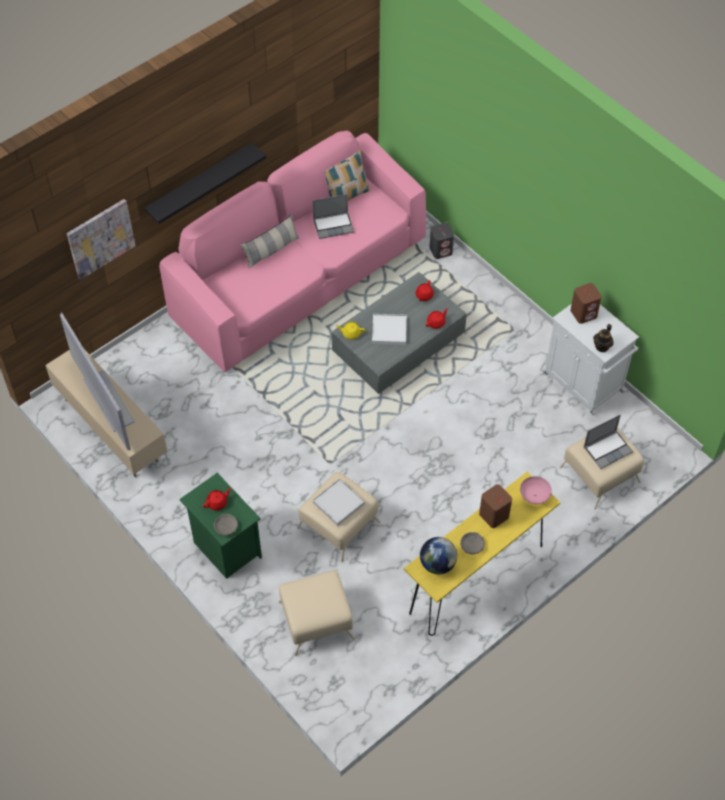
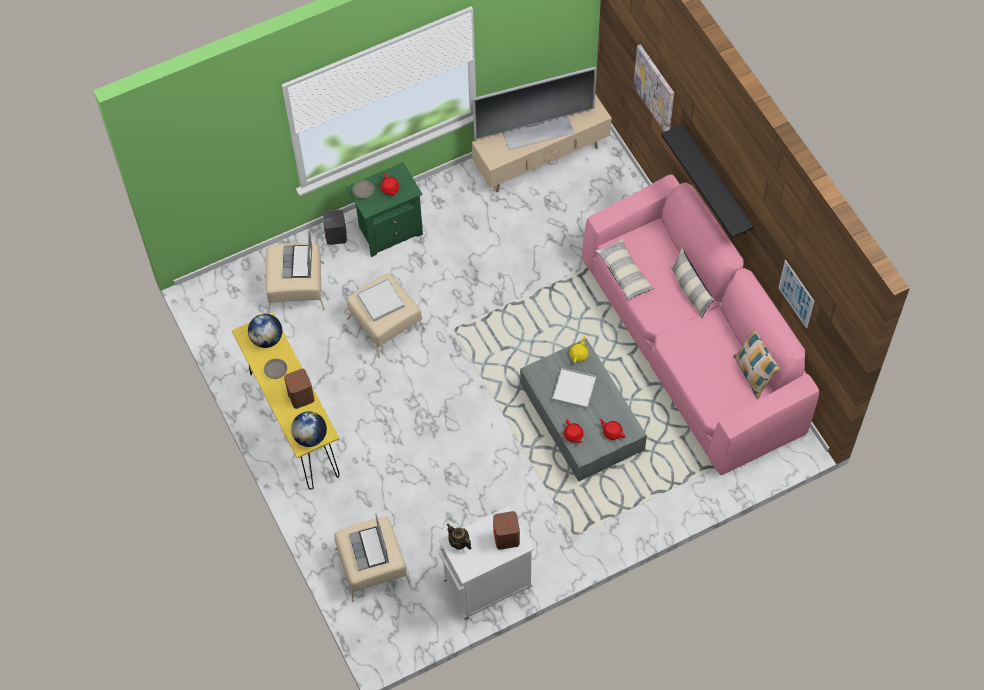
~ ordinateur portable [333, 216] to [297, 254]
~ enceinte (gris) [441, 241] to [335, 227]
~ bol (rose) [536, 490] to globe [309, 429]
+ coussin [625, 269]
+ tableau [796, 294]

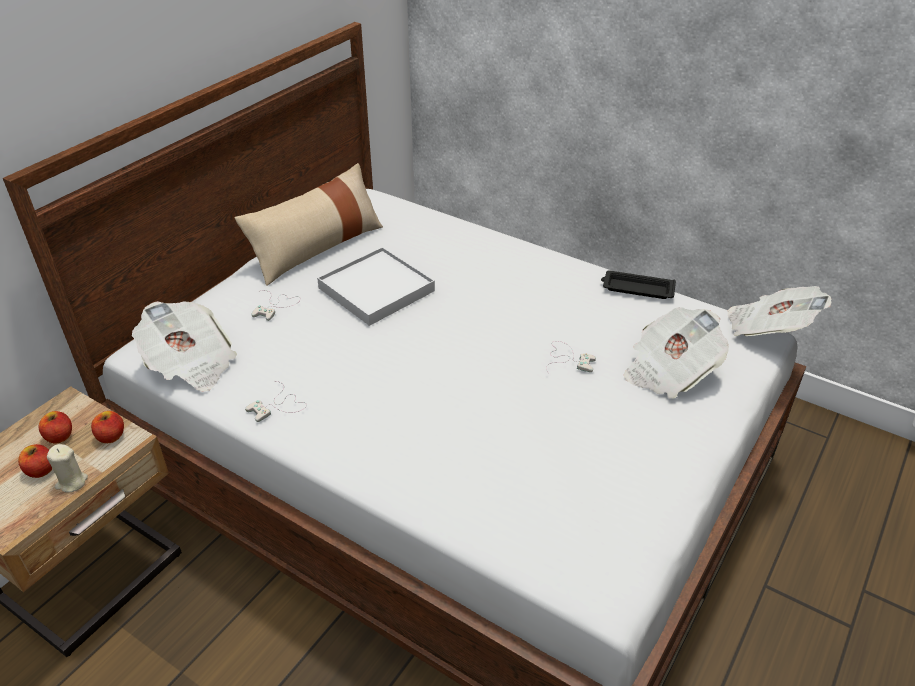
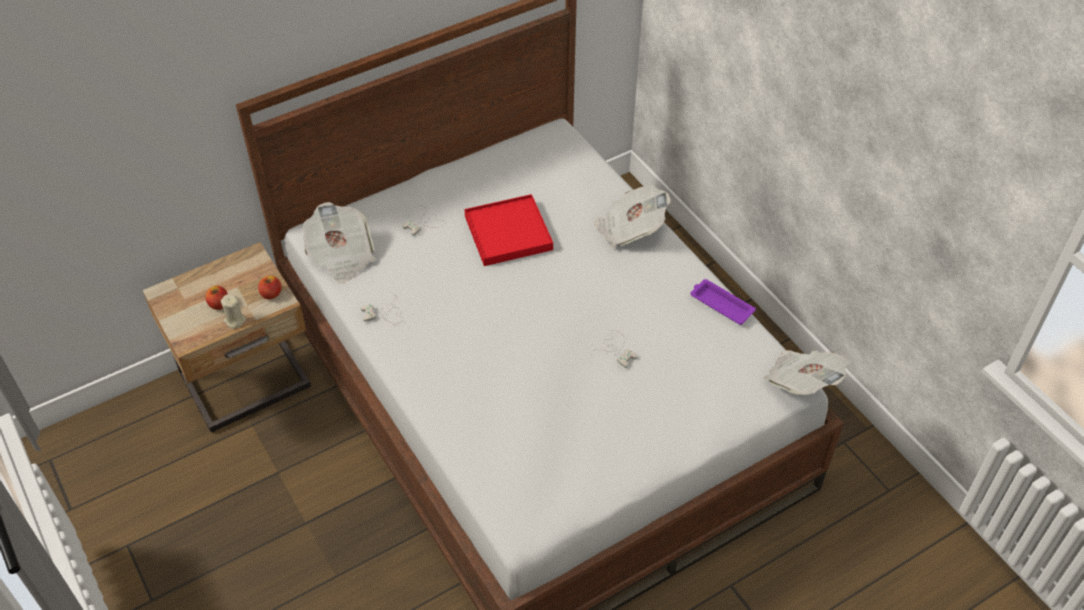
- coussin (beige) [309, 224]
~ plateau (blanc) [376, 286] to plateau (rouge) [508, 230]
~ plateau (noir) [638, 285] to plateau (violet) [723, 302]
~ journal [676, 353] to [632, 216]
- pomme [55, 427]

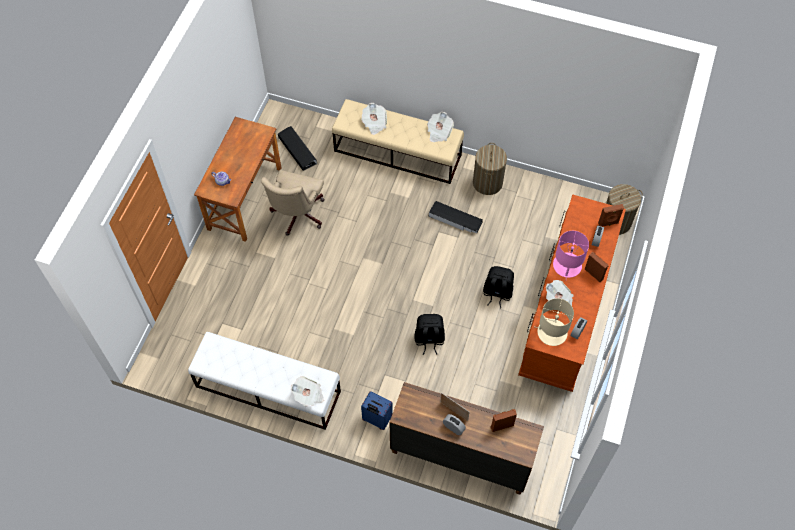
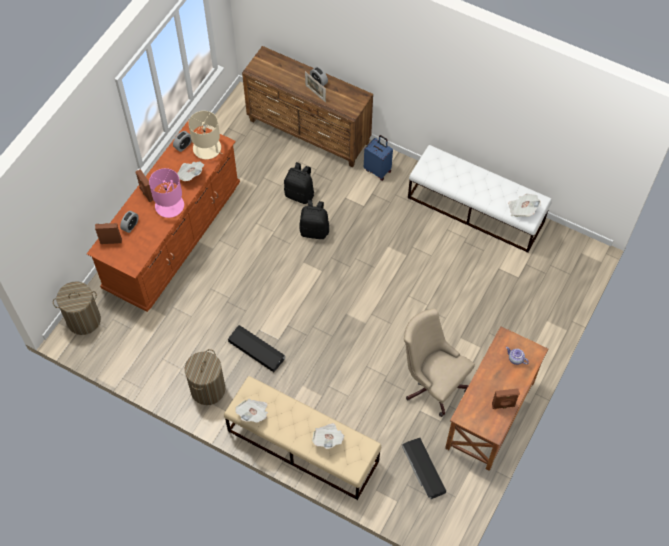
~ chaise de bureau (beige) [292, 202] = [439, 362] 75 degrees counterclockwise
~ sac à dos (noir) [498, 287] to [299, 183]
~ journal [307, 391] to [524, 205]
~ enceinte (marron) [503, 420] to [506, 398]

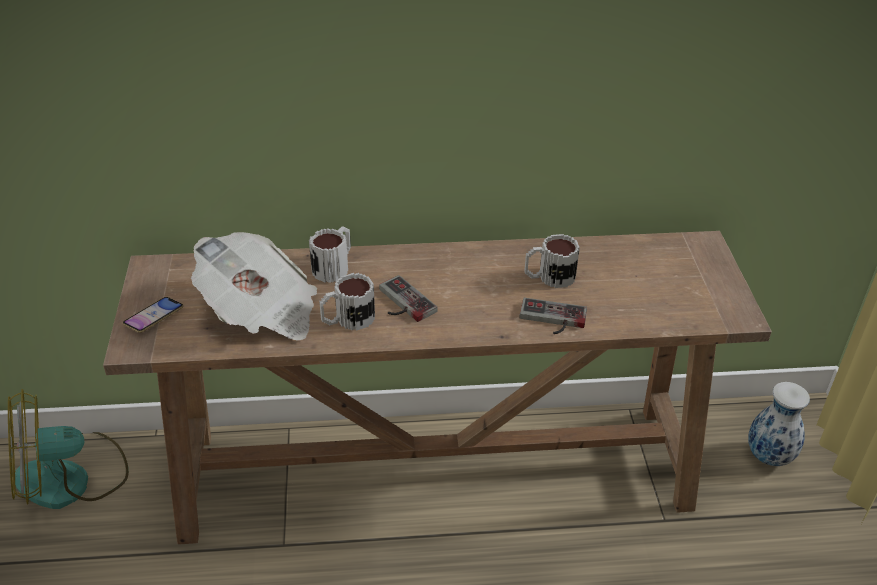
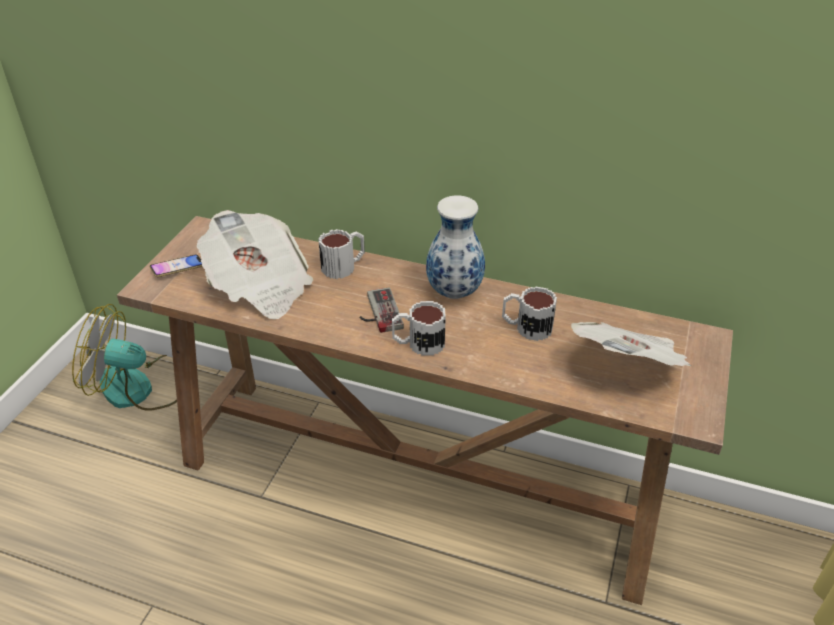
~ mug [347, 301] to [419, 328]
- manette [553, 316]
~ vase [779, 424] to [455, 247]
+ journal [631, 344]

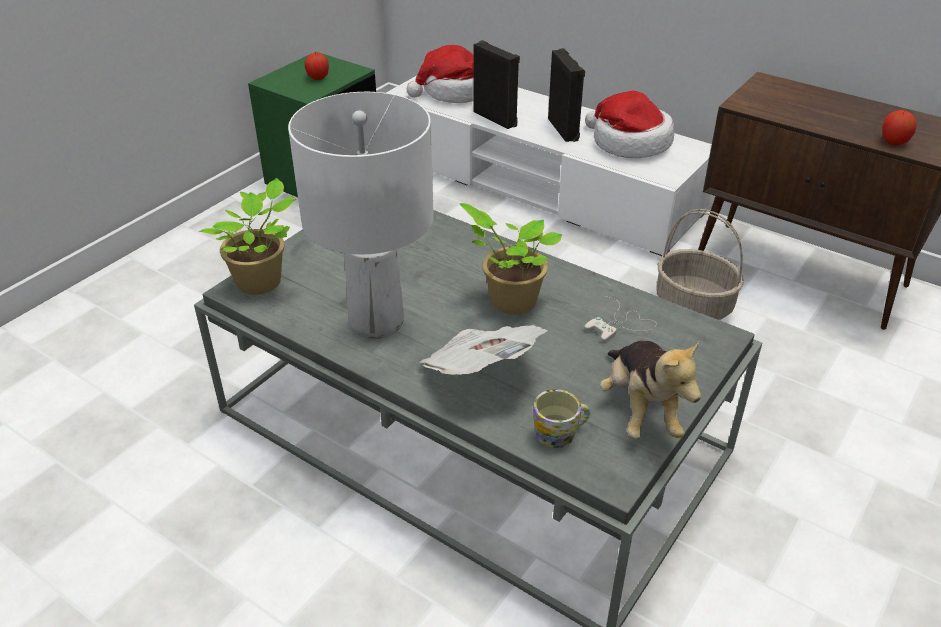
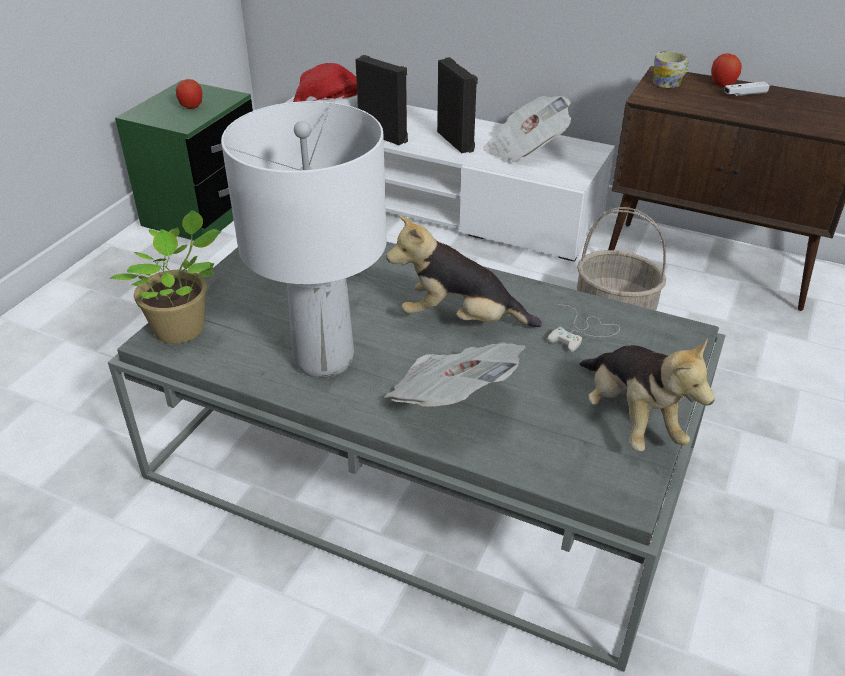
~ chapeau [629, 124] to journal [527, 129]
~ pomme [899, 127] to [726, 70]
~ plante en pot [511, 258] to peluche [464, 271]
~ mug [562, 418] to [671, 69]
+ manette (blanc) [747, 88]

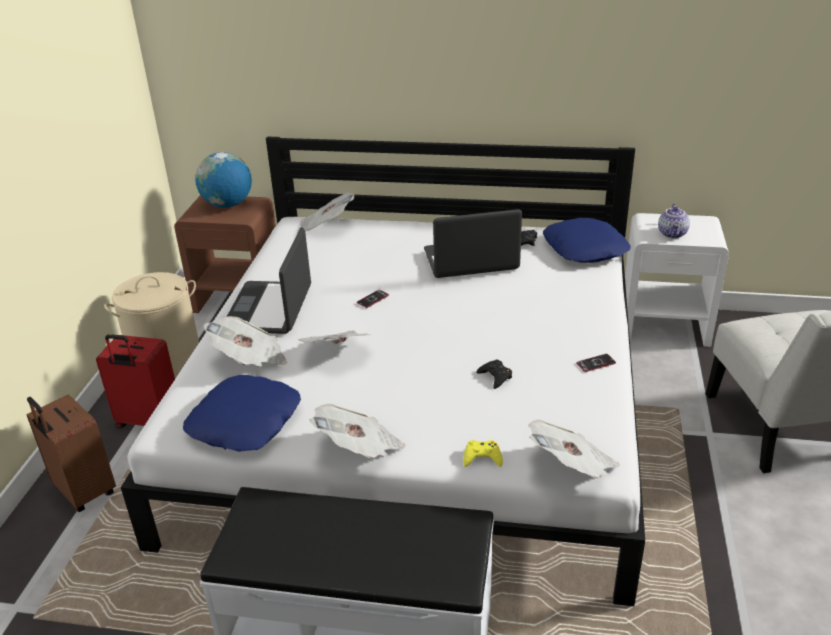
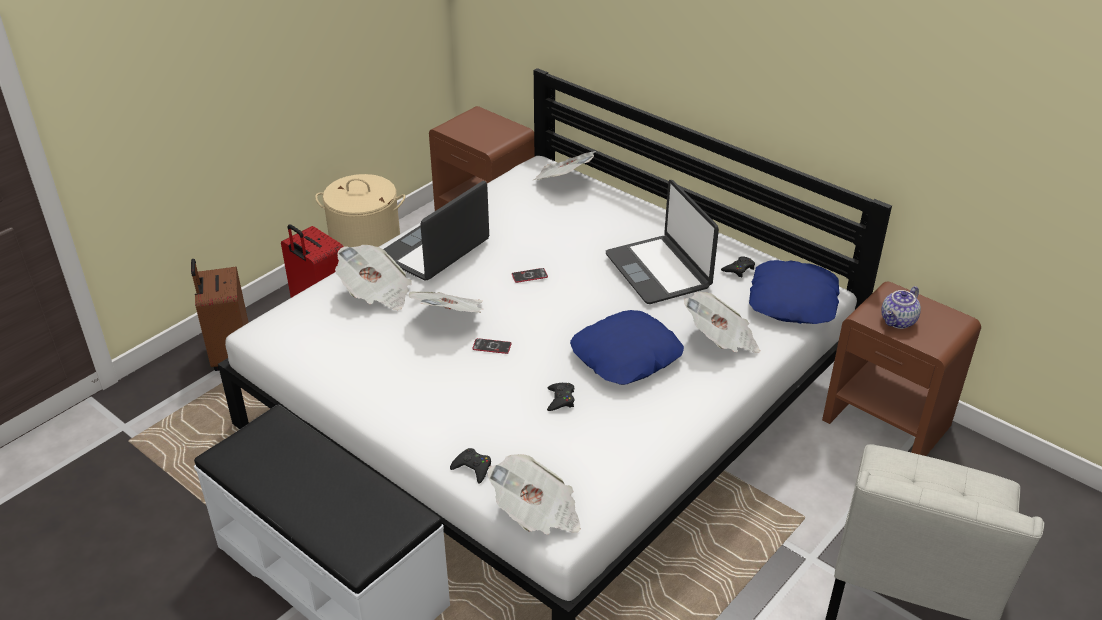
- globe [223, 180]
~ ordinateur portable [473, 243] = [662, 242] 135 degrees counterclockwise
~ table de chevet (blanc) [677, 280] to table de chevet (marron) [901, 369]
~ téléphone [596, 363] to [492, 346]
~ coussin (bleu) [242, 413] to [627, 347]
~ journal [357, 431] to [722, 322]
~ manette (jaune) [483, 453] to manette (noir) [470, 466]

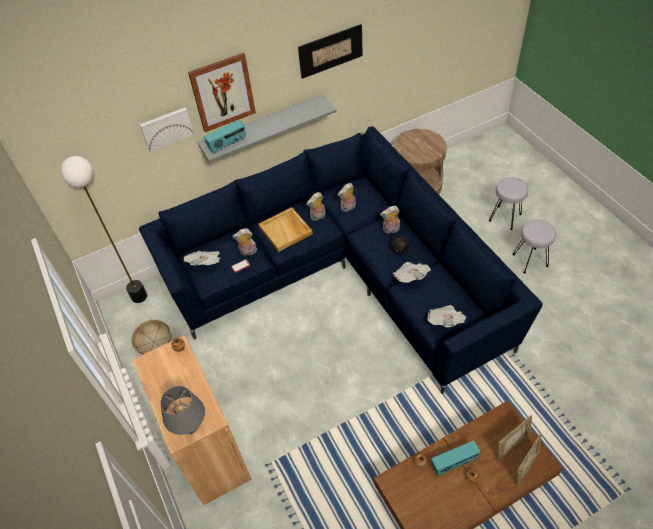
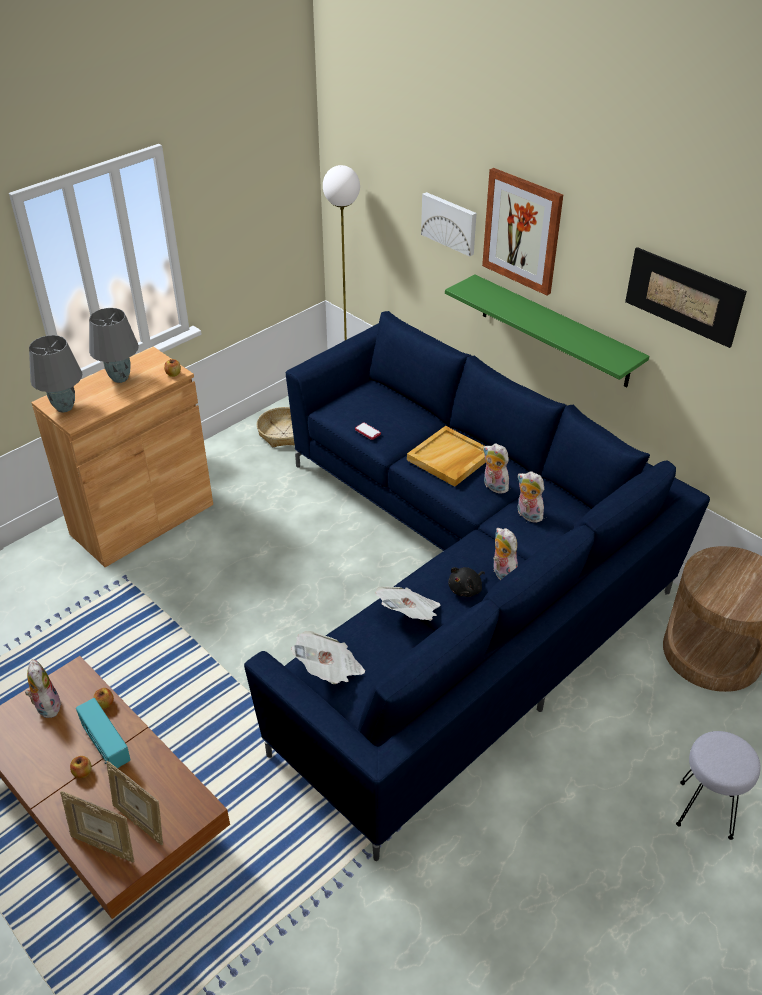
~ étagère (gris) [267, 128] to étagère (vert) [547, 330]
- radio [225, 136]
- tabouret (gris) [534, 246]
~ peluche [244, 241] to [43, 688]
- journal [202, 258]
+ lampe de table (gris) [114, 345]

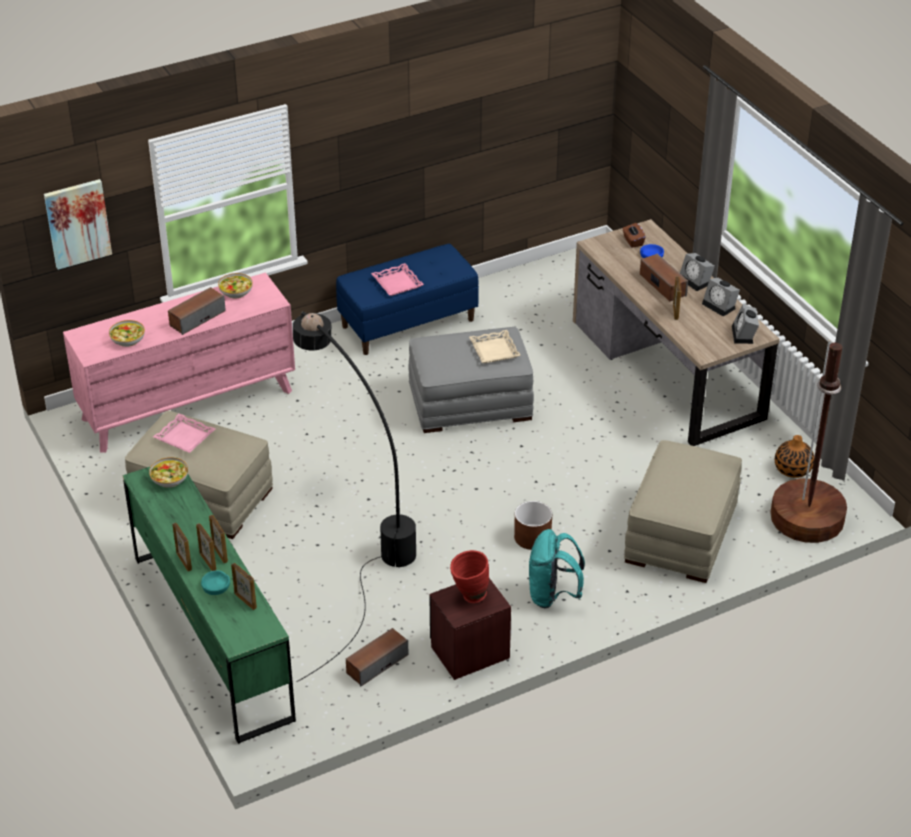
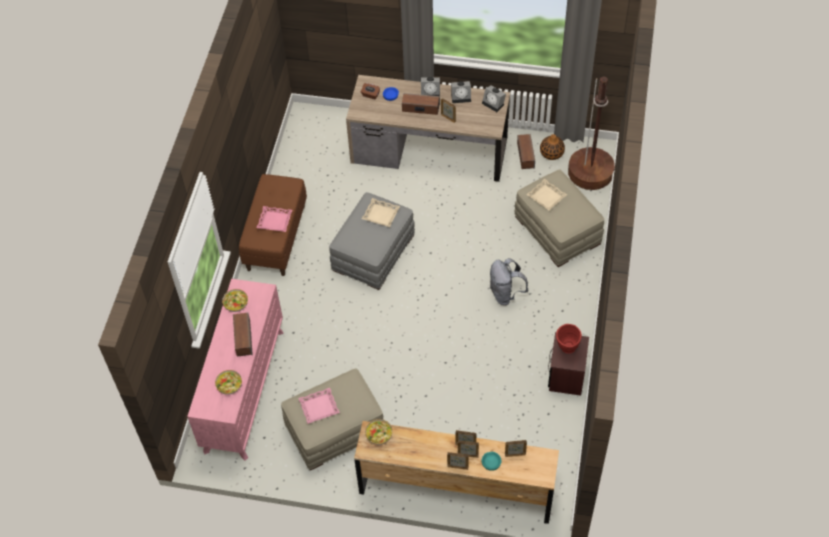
- tableau [78, 224]
~ banc (bleu) [407, 299] to banc (marron) [273, 225]
- lampadaire (noir) [354, 496]
~ commode (vert) [209, 605] to commode (marron) [456, 472]
~ cache-pot (marron) [533, 525] to sac à dos (gris) [509, 281]
- sac à dos (turquoise) [557, 568]
~ enceinte [377, 657] to [526, 151]
+ plateau (beige) [546, 195]

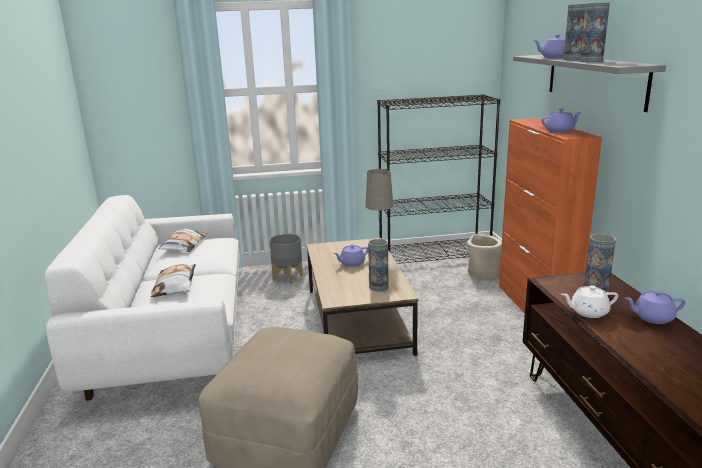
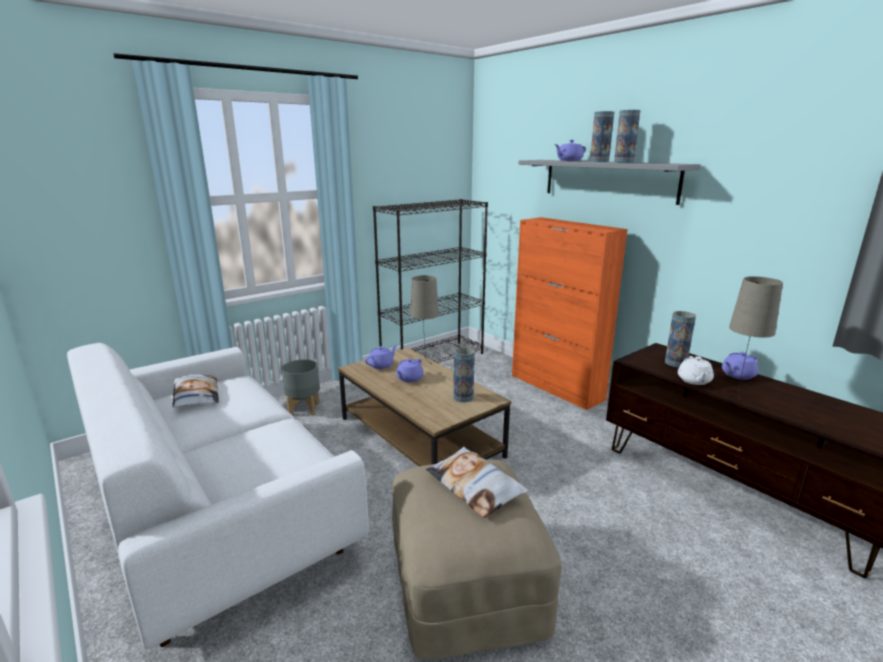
~ théière (violet) [561, 120] to [381, 357]
- cache-pot (beige) [484, 256]
~ coussin [173, 280] to [477, 482]
~ théière (blanc) [590, 301] = [696, 370] 45 degrees counterclockwise
+ lampe de table (beige) [756, 338]

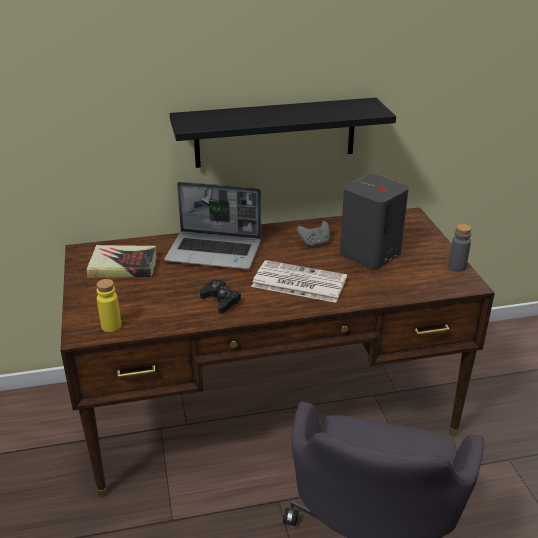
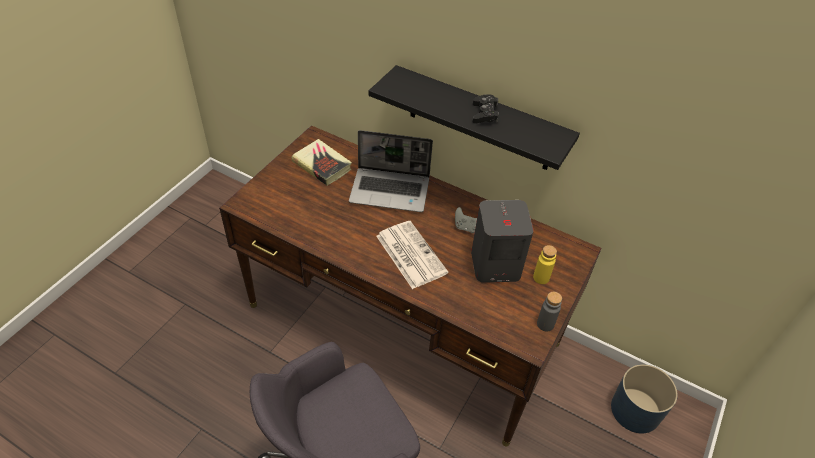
~ ordinateur portable [212, 225] = [391, 171] 45 degrees counterclockwise
~ bouteille (jaune) [108, 305] to [545, 264]
~ manette (noir) [220, 296] to [485, 108]
+ cache-pot (bleu) [644, 399]

